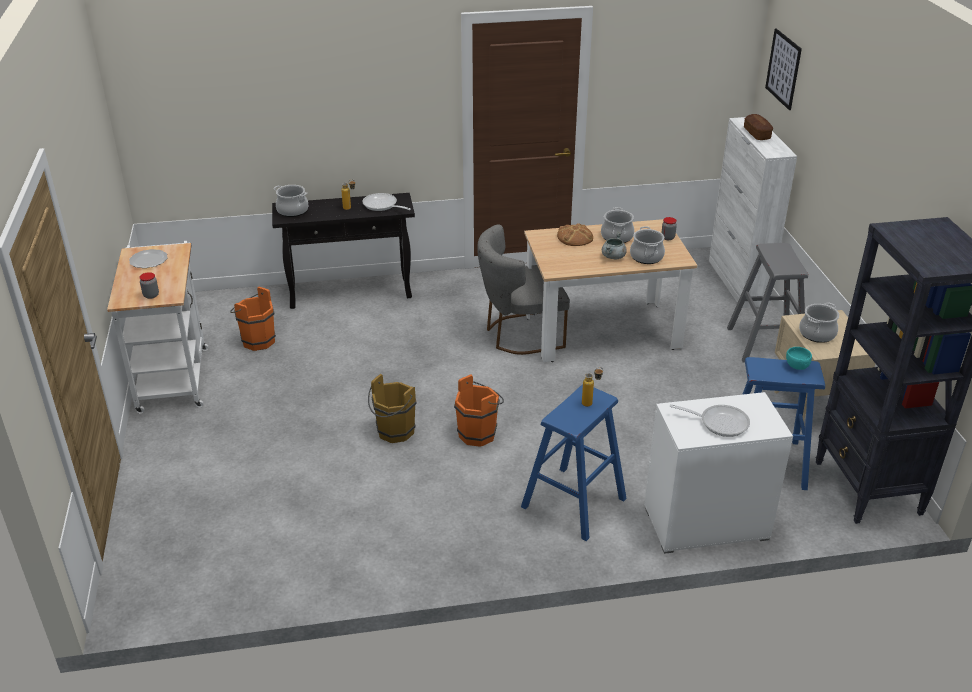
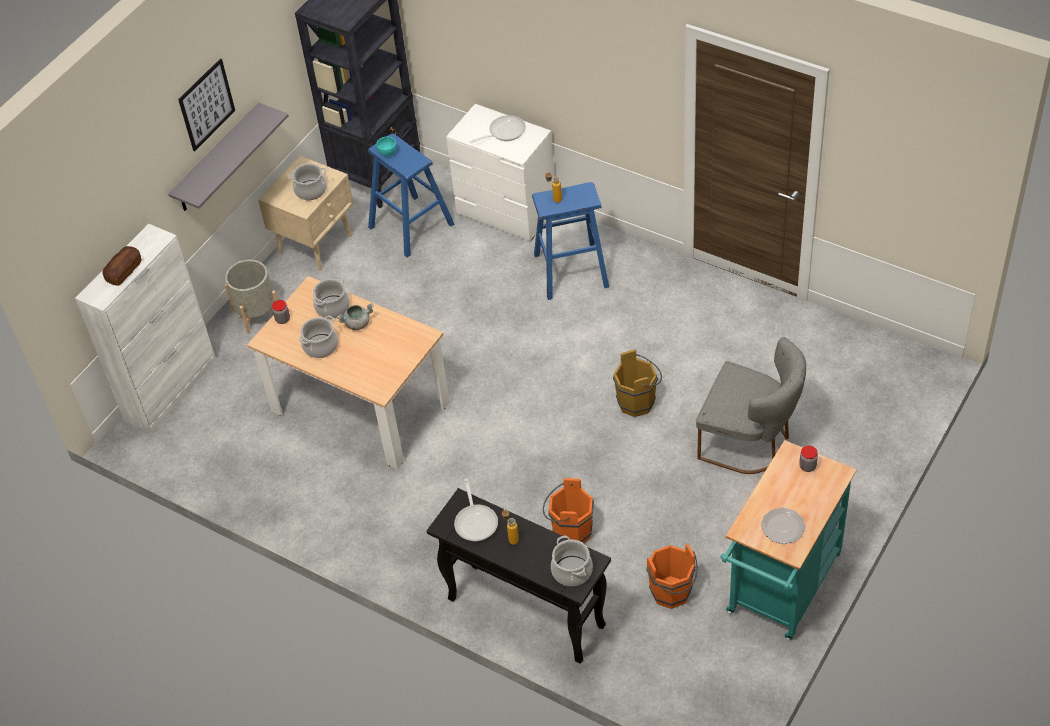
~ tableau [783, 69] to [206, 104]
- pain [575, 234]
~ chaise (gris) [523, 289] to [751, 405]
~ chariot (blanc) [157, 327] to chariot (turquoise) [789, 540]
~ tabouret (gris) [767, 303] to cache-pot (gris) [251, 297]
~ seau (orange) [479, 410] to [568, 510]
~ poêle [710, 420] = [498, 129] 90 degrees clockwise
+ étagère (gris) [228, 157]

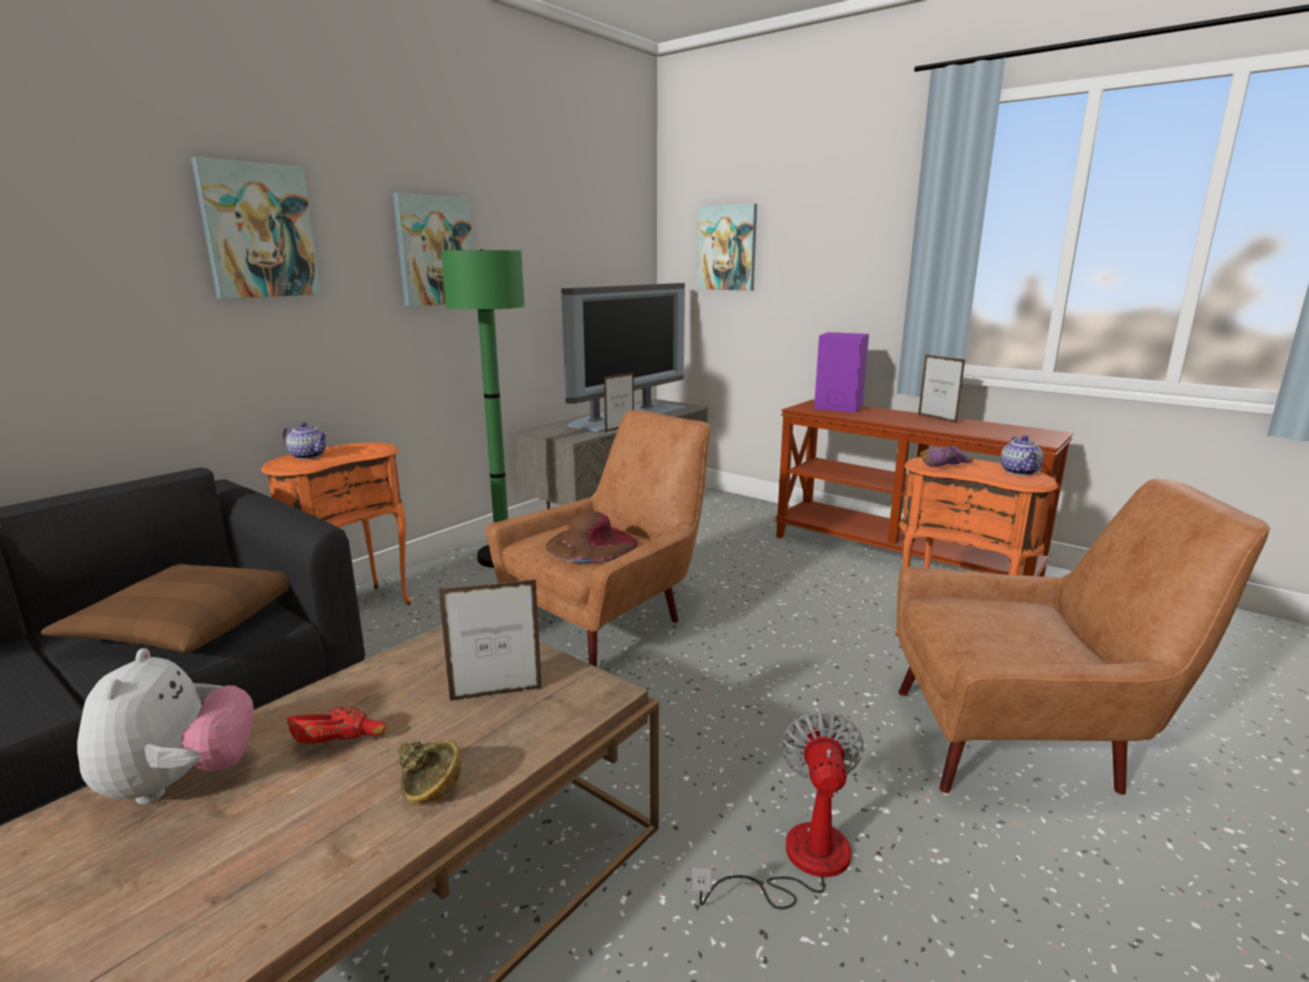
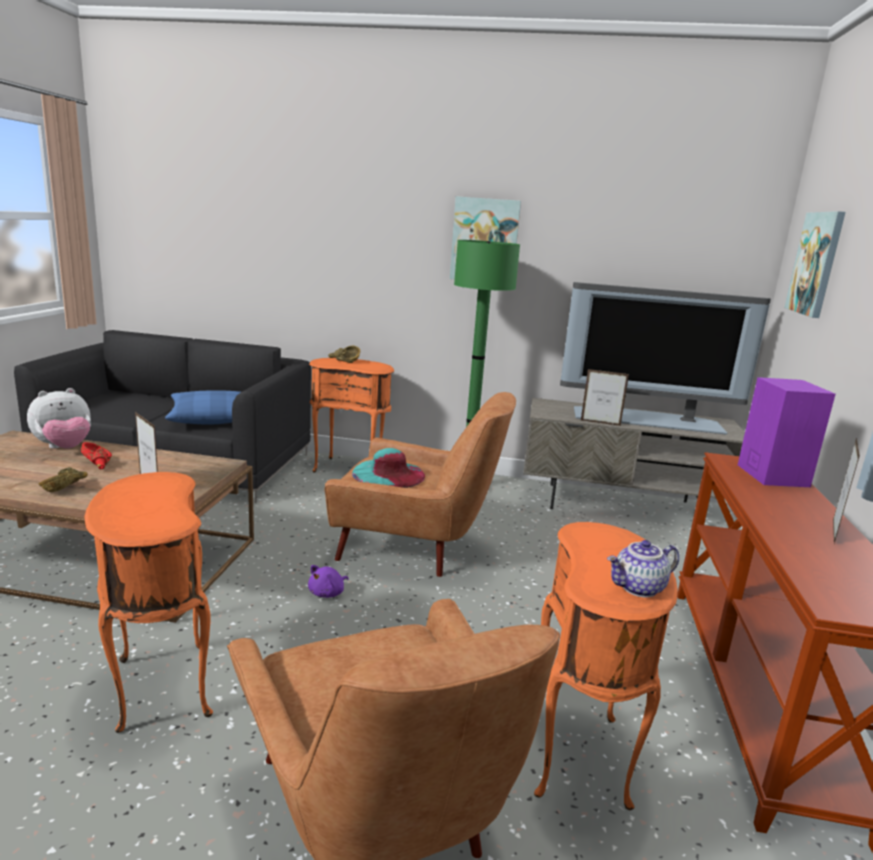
- tableau [256, 228]
~ théière [305, 441] to bol (marron) [344, 354]
- bol (violet) [946, 456]
~ chapeau (marron) [591, 537] to chapeau (turquoise) [388, 468]
~ coussin (marron) [165, 608] to coussin (bleu) [203, 407]
~ ventilateur [777, 810] to table d'appoint (orange) [149, 602]
+ peluche (violet) [328, 581]

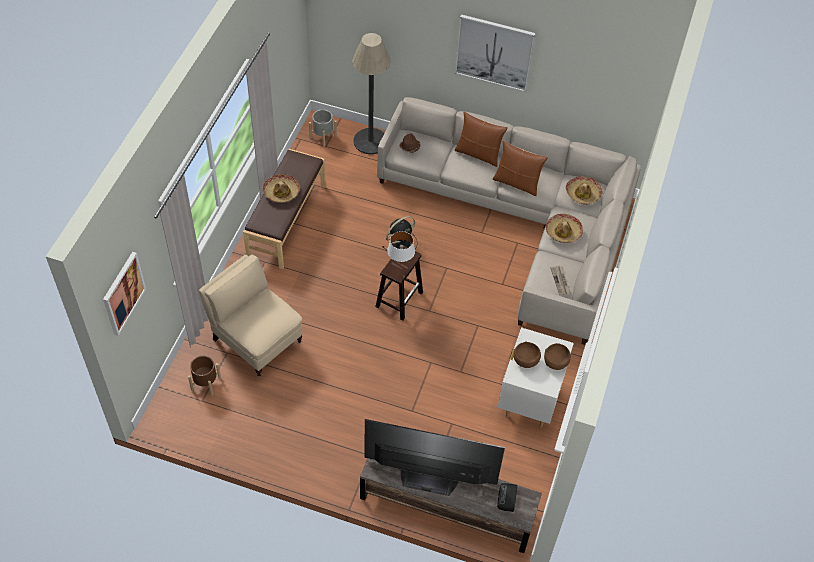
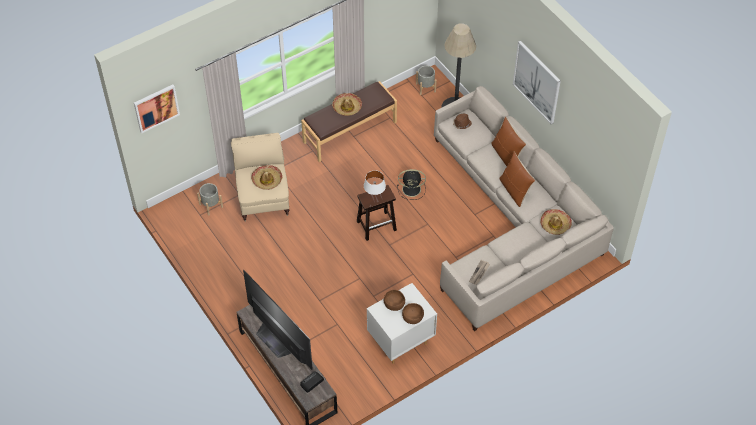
~ chapeau [564, 228] to [267, 177]
~ cache-pot (marron) [204, 376] to cache-pot (gris) [210, 199]

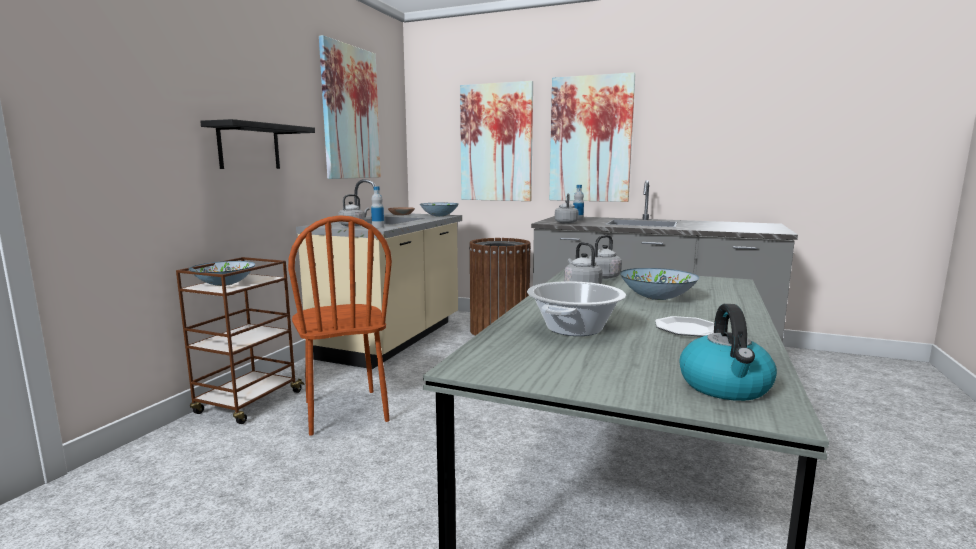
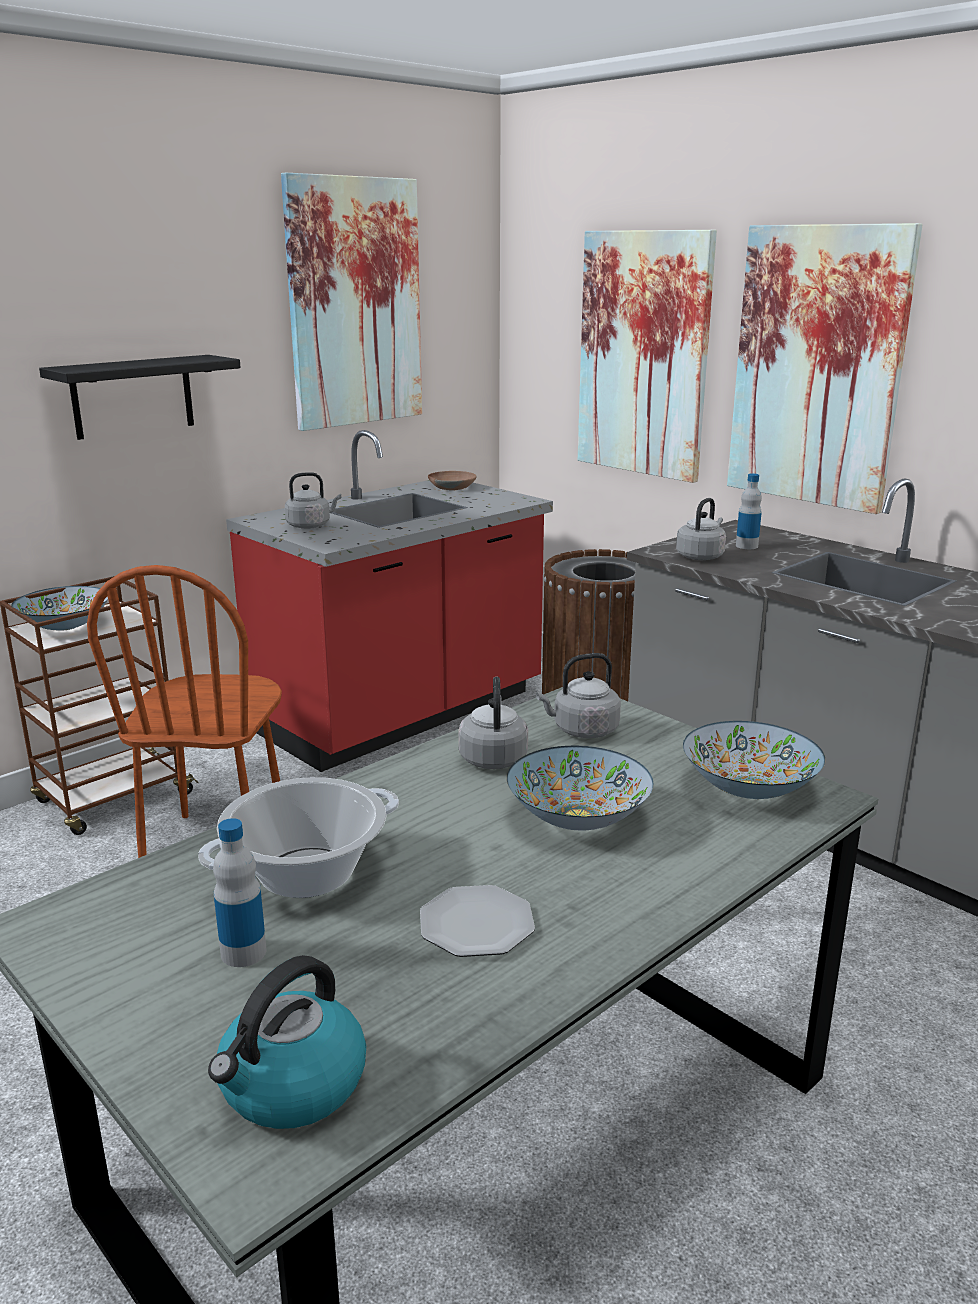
~ comptoir de cuisine (beige) [379, 274] to comptoir de cuisine (rouge) [389, 601]
~ bouteille [377, 207] to [240, 892]
~ bol [439, 209] to [754, 760]

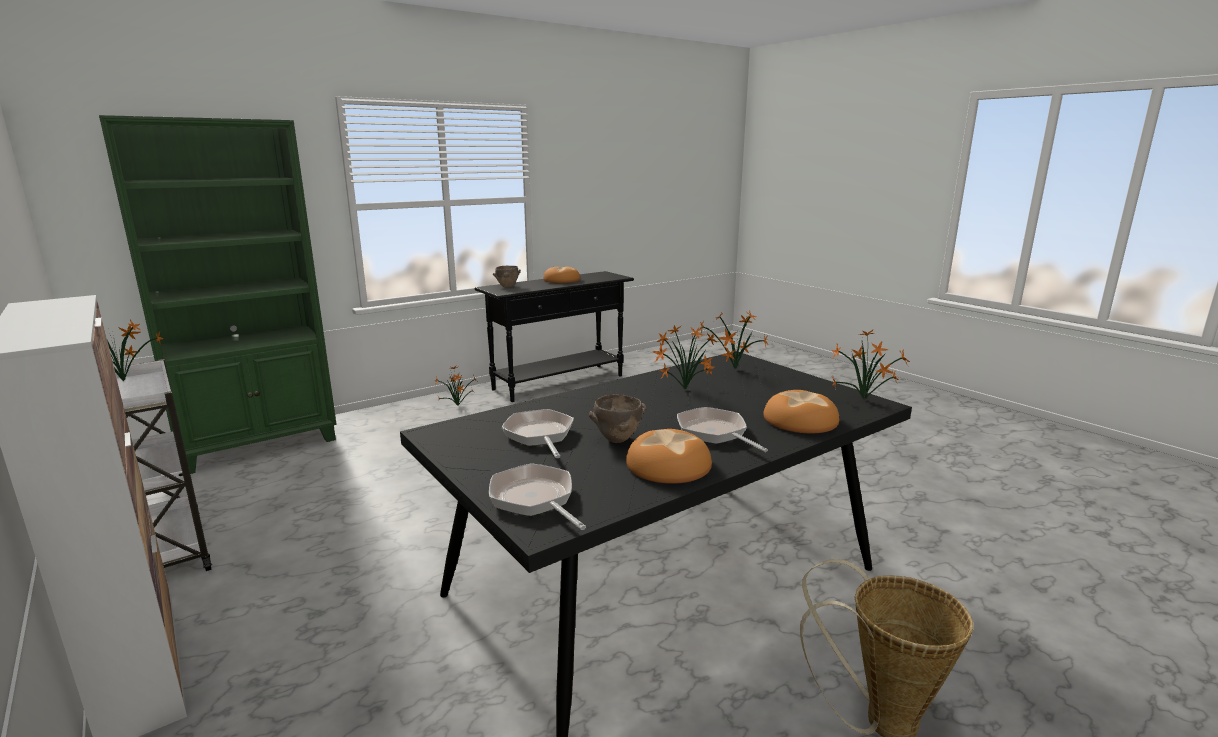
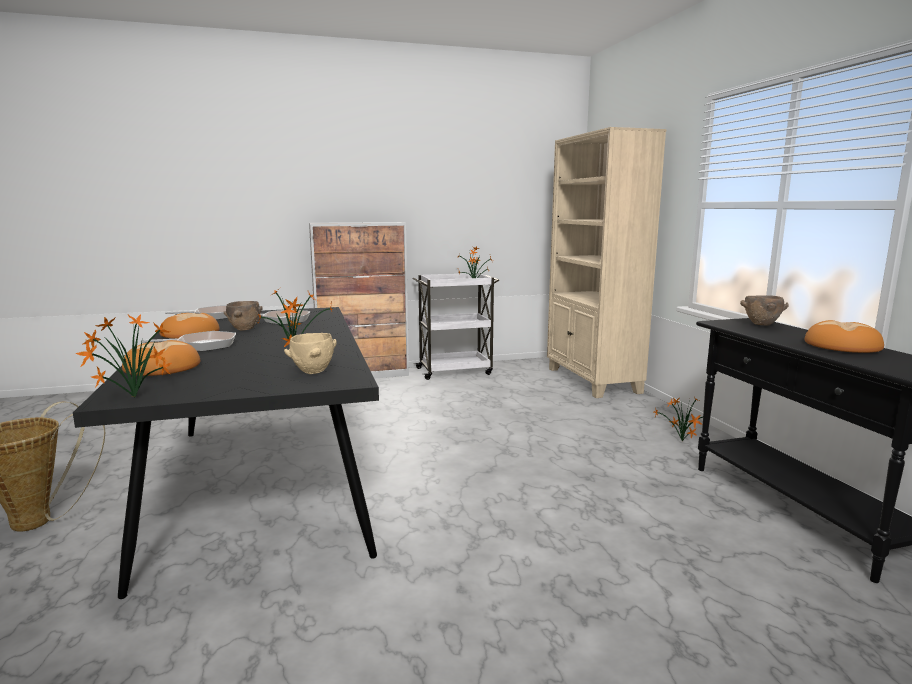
~ bibliothèque (vert) [218, 294] to bibliothèque (beige) [606, 262]
~ plante en pot [733, 340] to bol (beige) [310, 353]

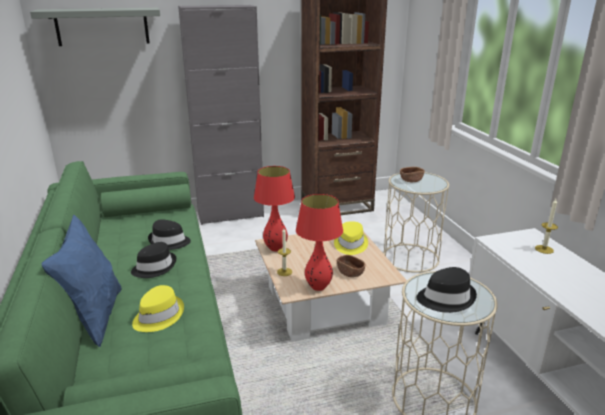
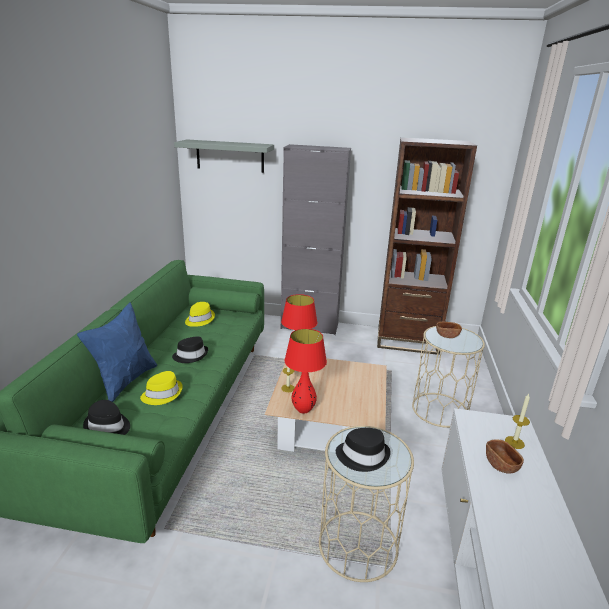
~ chapeau (noir) [169, 234] to [106, 417]
~ chapeau (jaune) [351, 238] to [200, 314]
~ bol (marron) [351, 266] to [505, 456]

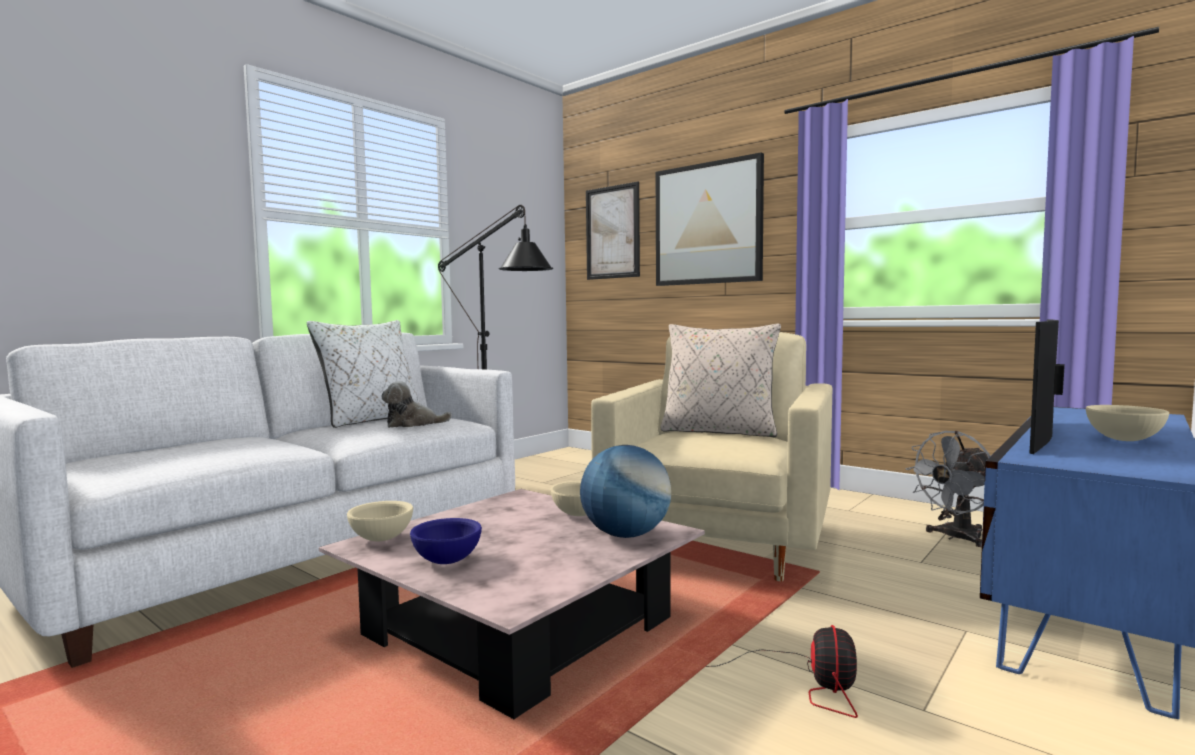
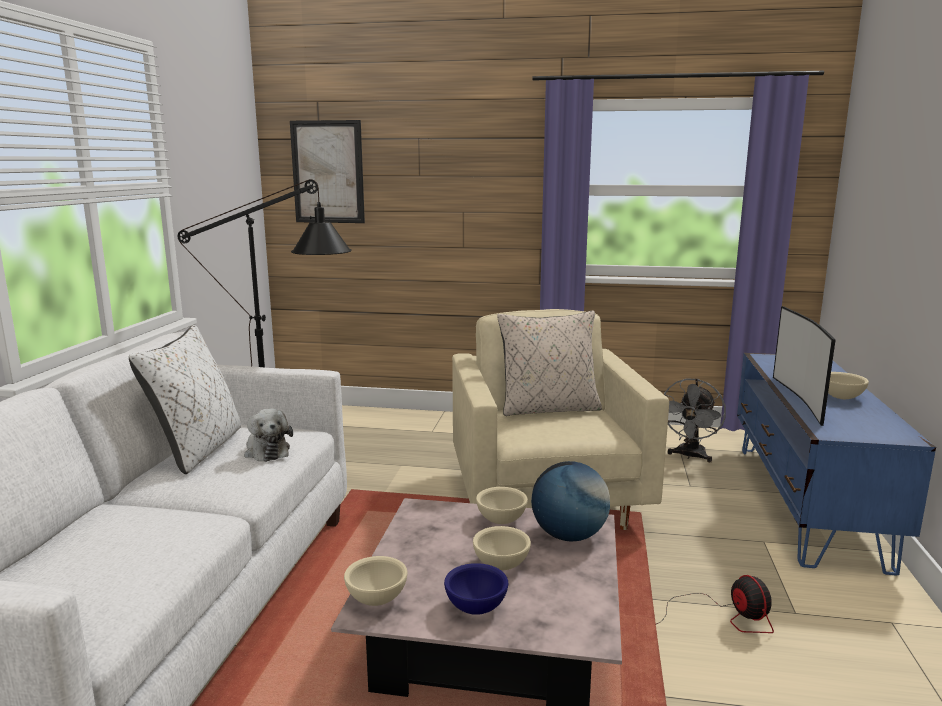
- tableau [710, 219]
~ peluche [416, 404] = [268, 435] 75 degrees counterclockwise
+ bol (beige) [502, 548]

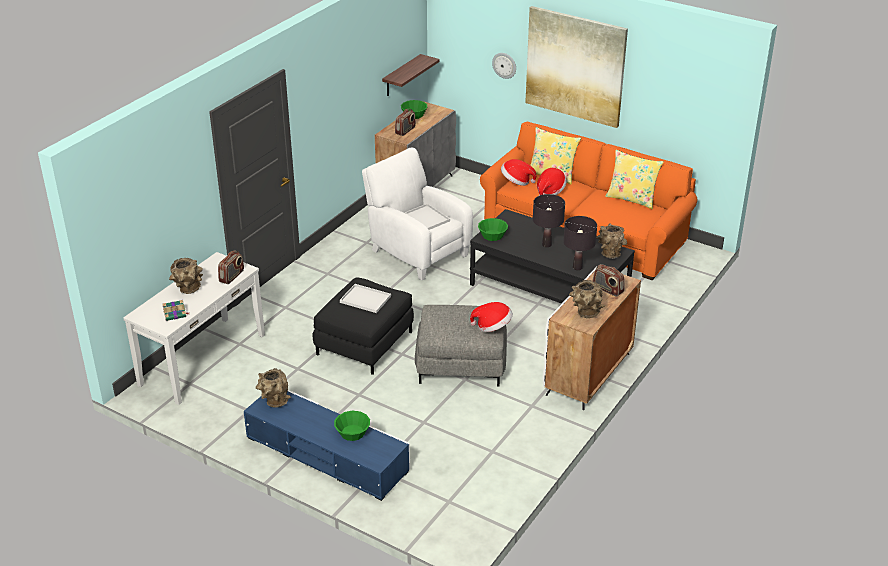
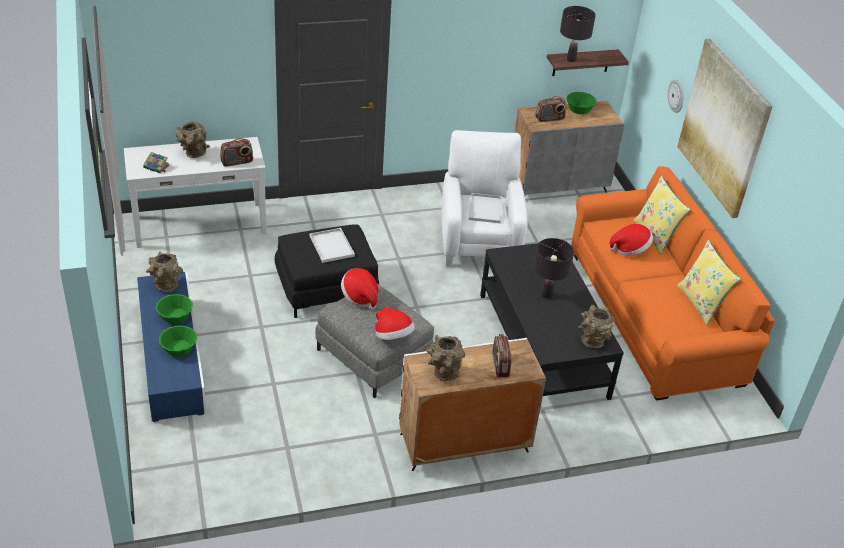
~ chapeau [518, 172] to [360, 289]
~ lampe de table (noir) [580, 243] to [578, 34]
~ bol (vert) [493, 229] to [174, 309]

